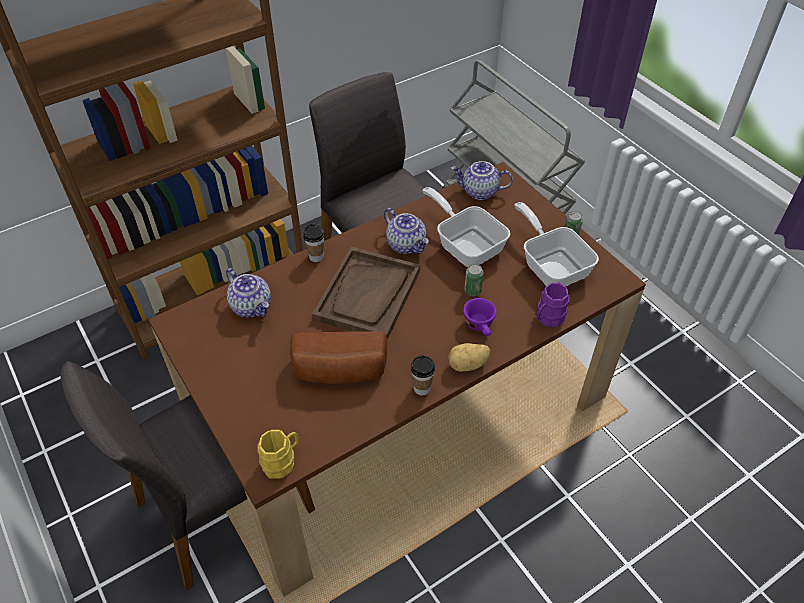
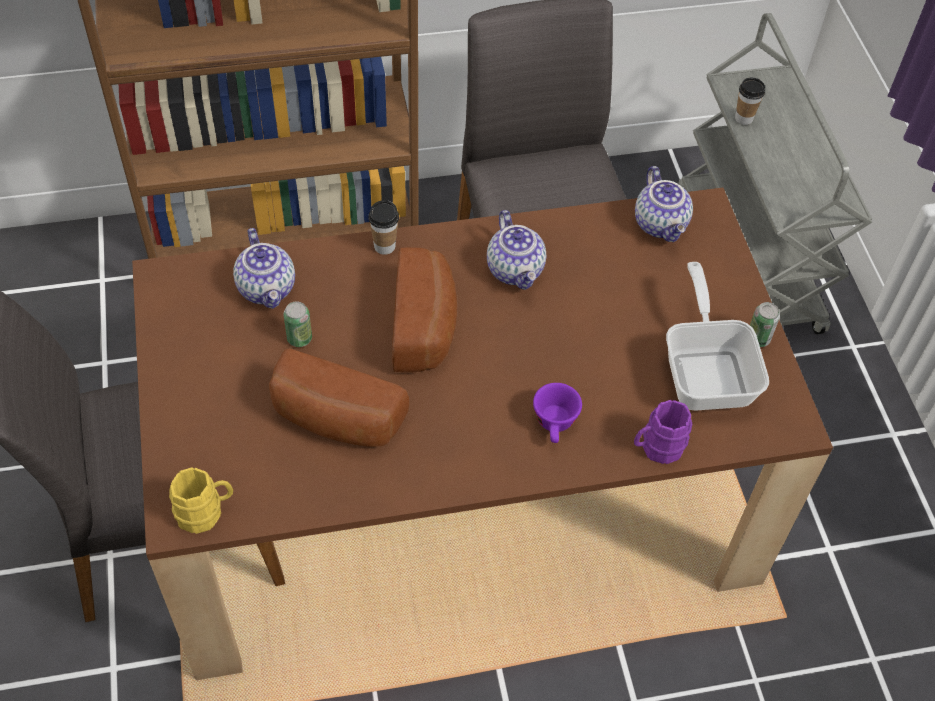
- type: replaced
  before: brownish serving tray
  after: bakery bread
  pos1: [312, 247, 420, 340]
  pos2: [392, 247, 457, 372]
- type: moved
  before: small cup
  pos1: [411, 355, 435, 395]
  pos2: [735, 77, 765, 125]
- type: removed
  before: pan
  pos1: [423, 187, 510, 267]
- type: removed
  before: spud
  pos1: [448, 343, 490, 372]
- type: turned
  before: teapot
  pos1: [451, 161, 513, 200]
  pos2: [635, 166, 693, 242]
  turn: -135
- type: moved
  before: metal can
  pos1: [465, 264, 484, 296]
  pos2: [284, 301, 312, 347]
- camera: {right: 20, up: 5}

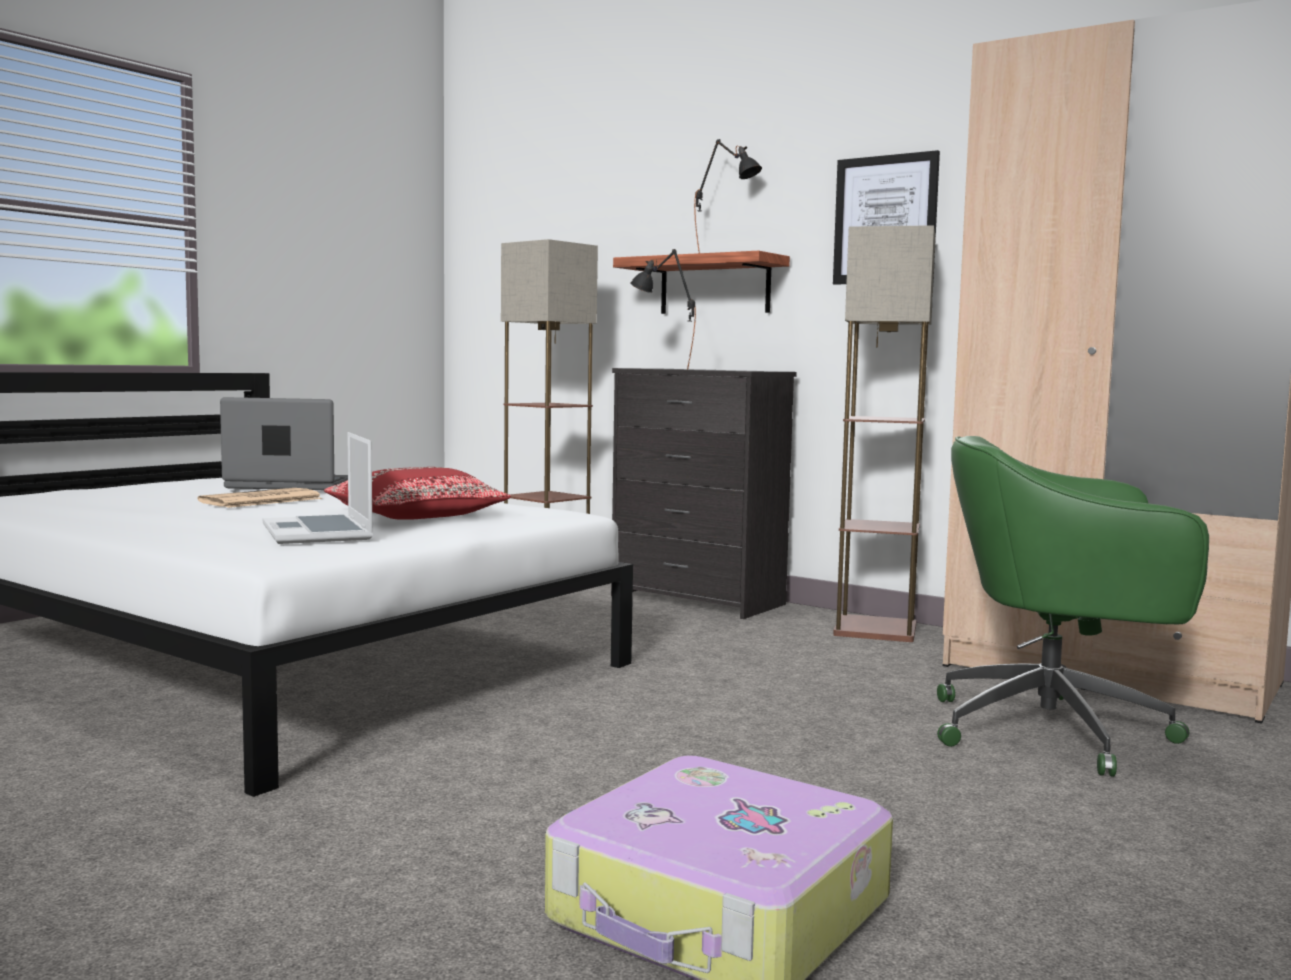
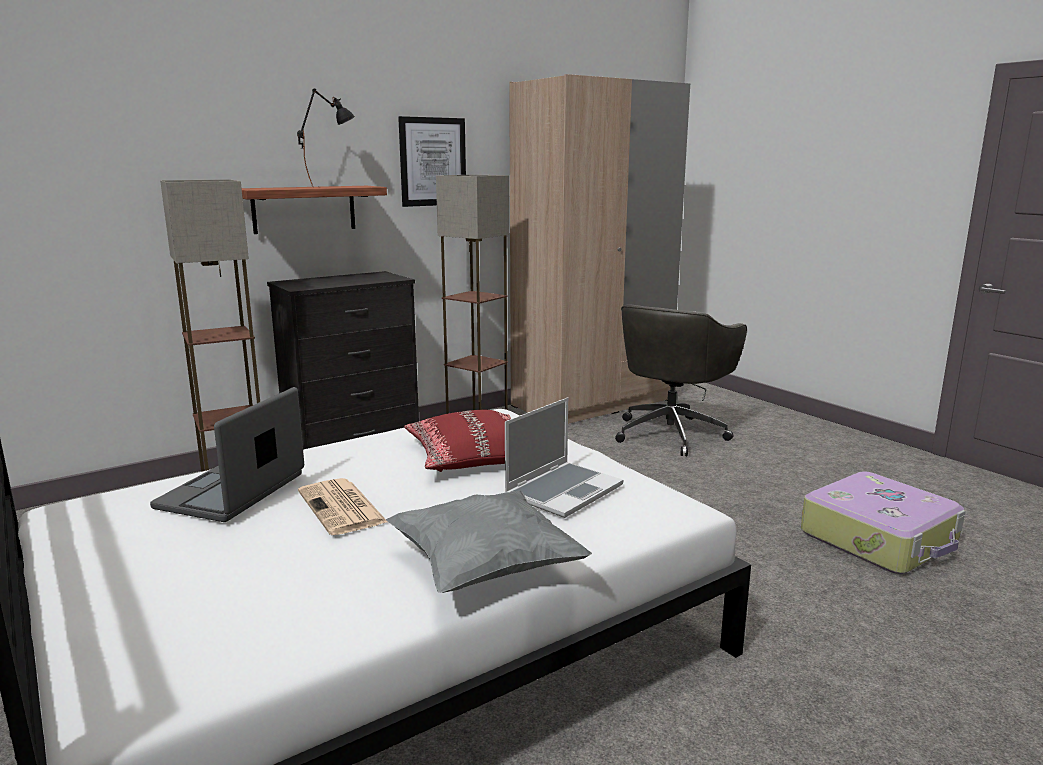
- type: turned
  before: portable computer
  pos1: [263, 432, 373, 544]
  pos2: [505, 397, 623, 518]
  turn: -45
- type: removed
  before: black lamp for a table
  pos1: [630, 249, 696, 369]
- type: recoloured
  before: greenish desk chair
  after: grey desk chair
  pos1: [937, 436, 1209, 777]
  pos2: [615, 304, 747, 456]
- type: added
  after: grey cushion
  pos2: [386, 491, 592, 593]
- camera: {right: -70, up: 10}

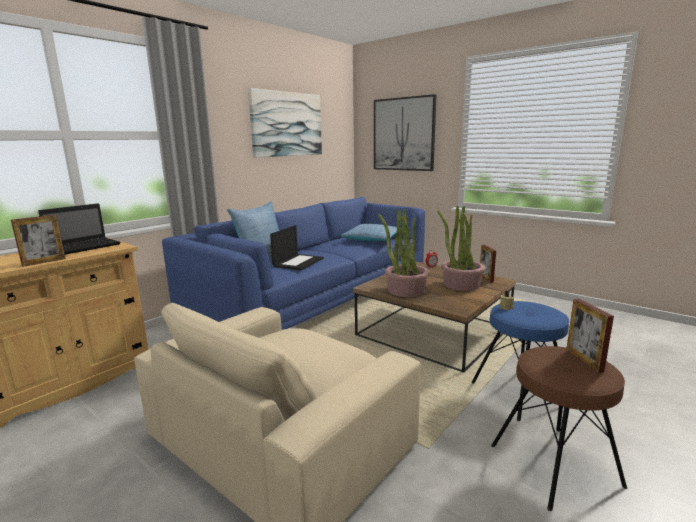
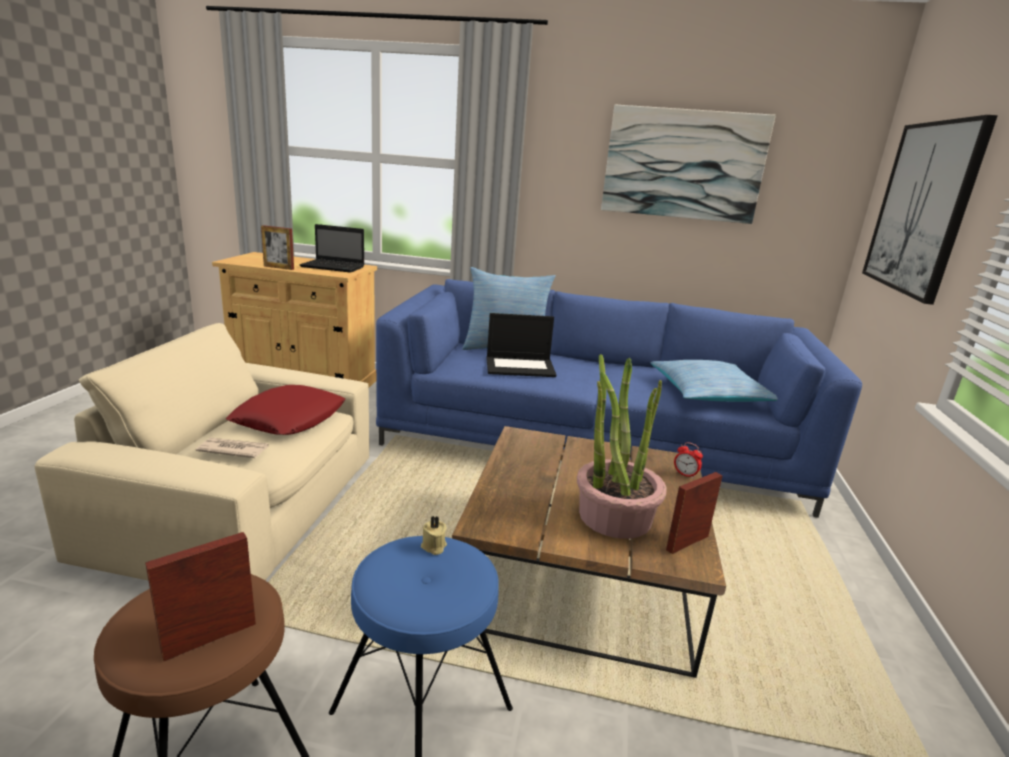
- type: removed
  before: potted plant
  pos1: [378, 209, 430, 297]
- type: added
  after: daily paper
  pos2: [196, 438, 269, 458]
- type: added
  after: reddish cushion
  pos2: [226, 385, 345, 435]
- camera: {right: 60, up: 5}

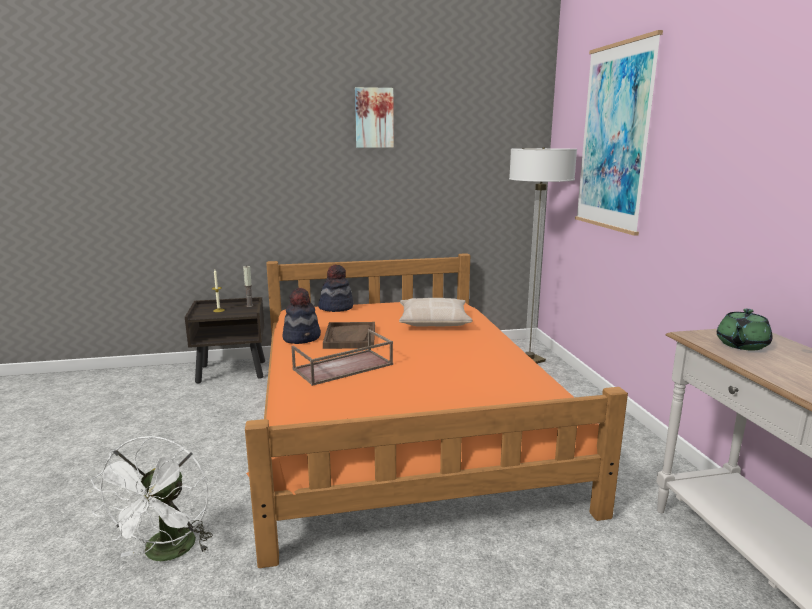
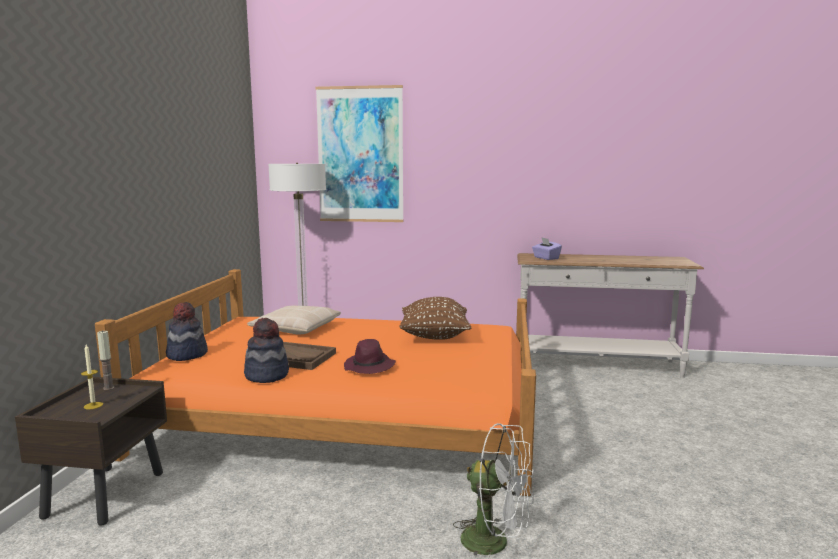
- type: replaced
  before: brownish serving tray
  after: purple wearable hat
  pos1: [291, 329, 393, 386]
  pos2: [344, 339, 396, 374]
- type: removed
  before: picture
  pos1: [355, 87, 394, 148]
- type: replaced
  before: greenish teapot
  after: purple tissue box
  pos1: [717, 309, 772, 351]
  pos2: [532, 237, 562, 260]
- type: added
  after: brownish cushion
  pos2: [399, 297, 471, 340]
- camera: {right: -70, up: -5}

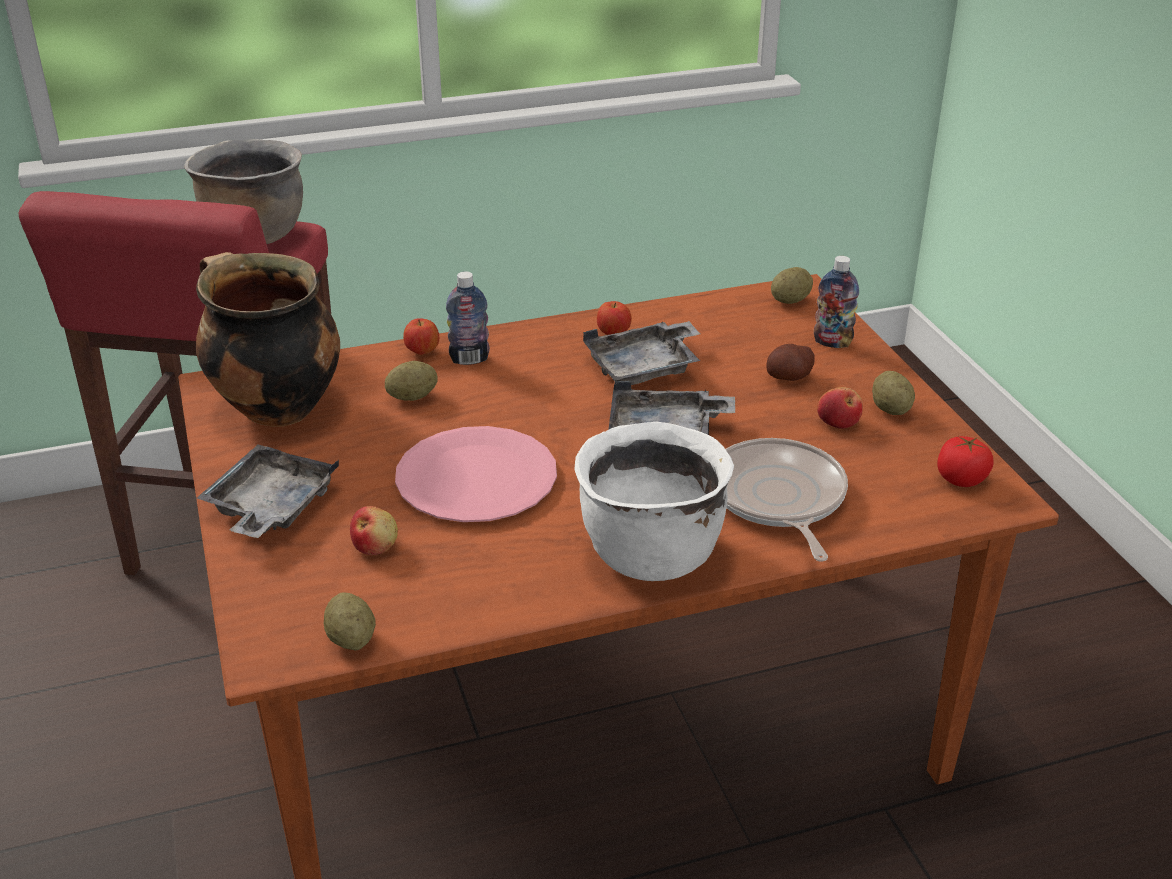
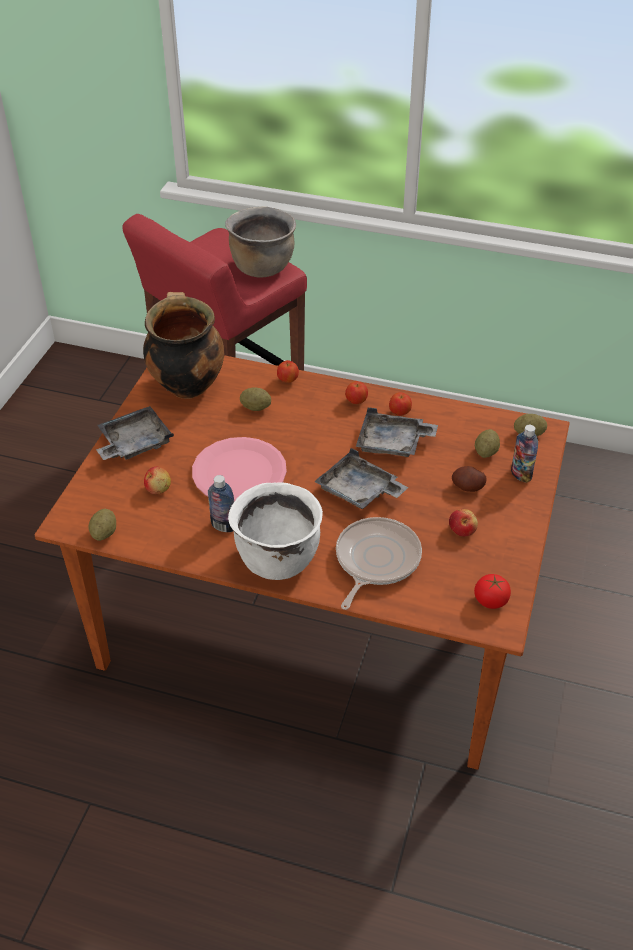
- type: moved
  before: drink bottle
  pos1: [446, 271, 490, 365]
  pos2: [208, 475, 234, 532]
- type: moved
  before: spud
  pos1: [872, 371, 915, 415]
  pos2: [475, 429, 500, 458]
- type: added
  after: whole apple
  pos2: [345, 381, 368, 404]
- camera: {right: 35, up: 10}

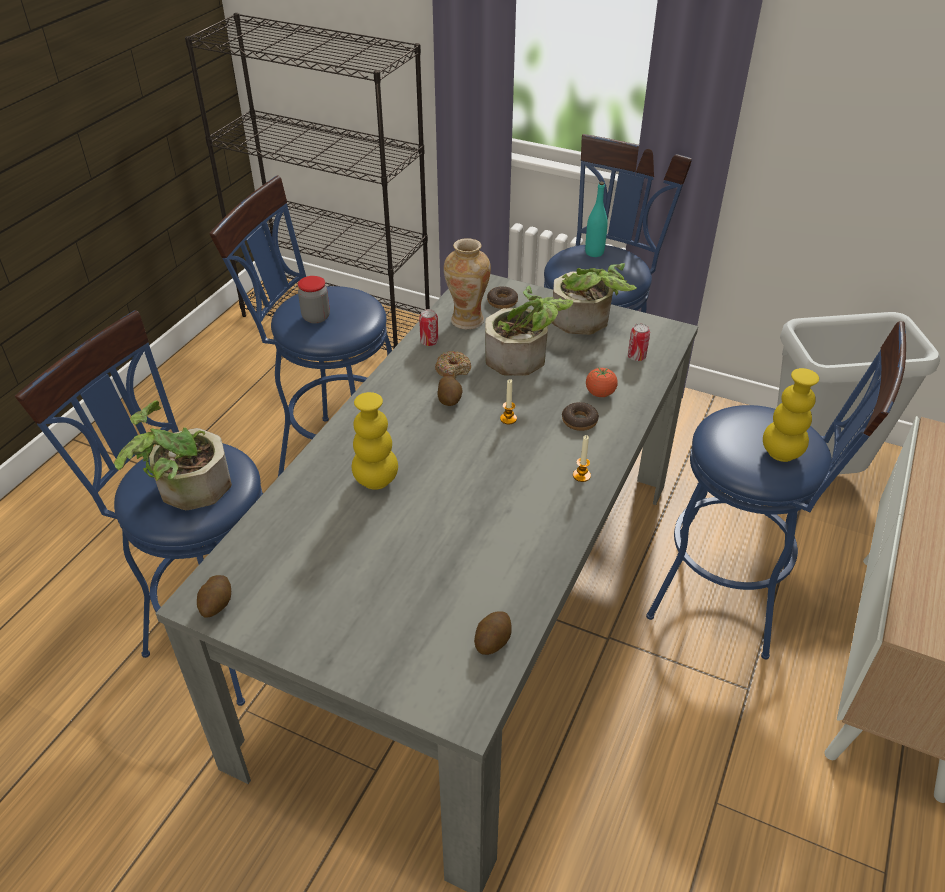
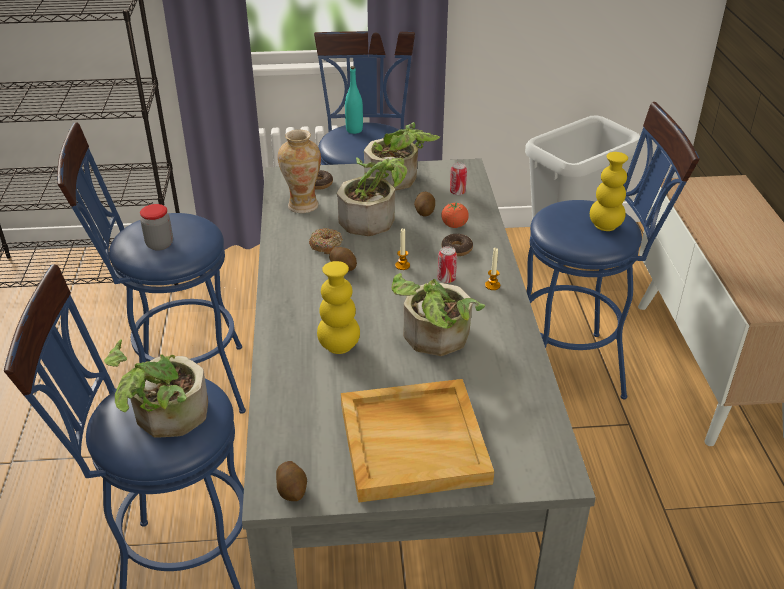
- type: moved
  before: metal can
  pos1: [419, 309, 439, 346]
  pos2: [438, 246, 457, 283]
- type: moved
  before: spud
  pos1: [474, 611, 512, 655]
  pos2: [414, 192, 435, 216]
- type: added
  after: beige-coloured serving tray
  pos2: [341, 379, 494, 503]
- type: added
  after: potted plant
  pos2: [392, 273, 486, 356]
- camera: {right: -30, up: -5}

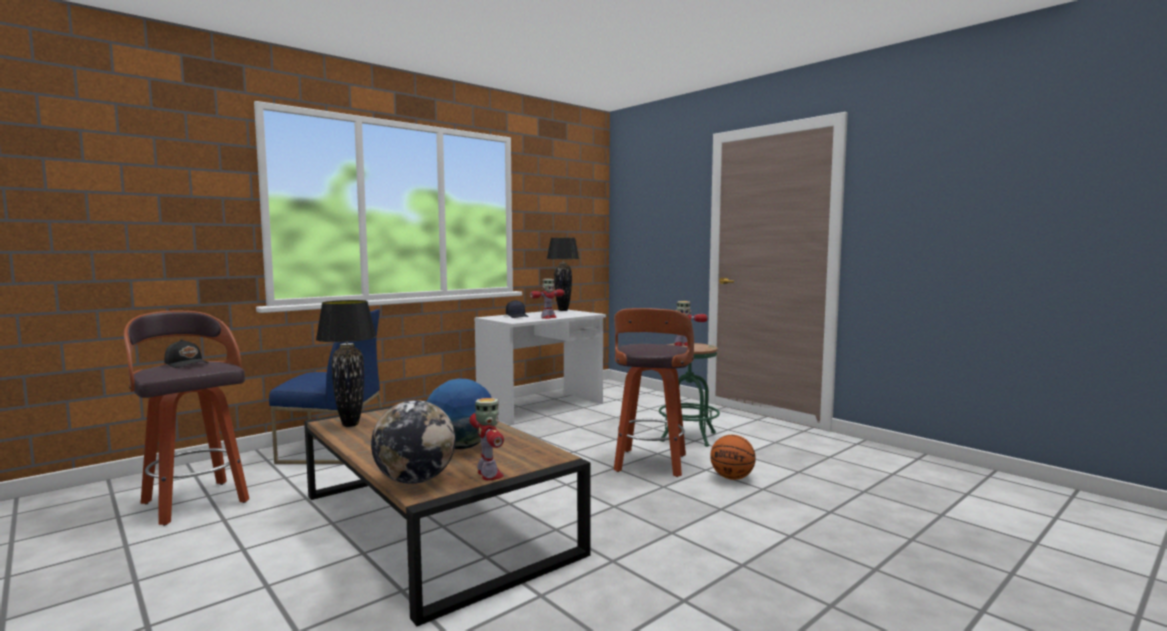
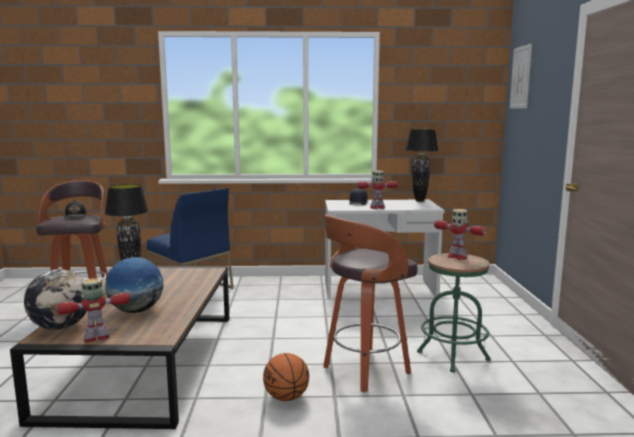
- type: turned
  before: robot figure
  pos1: [469, 398, 504, 481]
  pos2: [57, 278, 130, 342]
  turn: -135
- type: moved
  before: basketball ball
  pos1: [710, 435, 756, 480]
  pos2: [263, 353, 309, 401]
- type: added
  after: picture
  pos2: [509, 44, 532, 109]
- camera: {right: 40, up: 5}

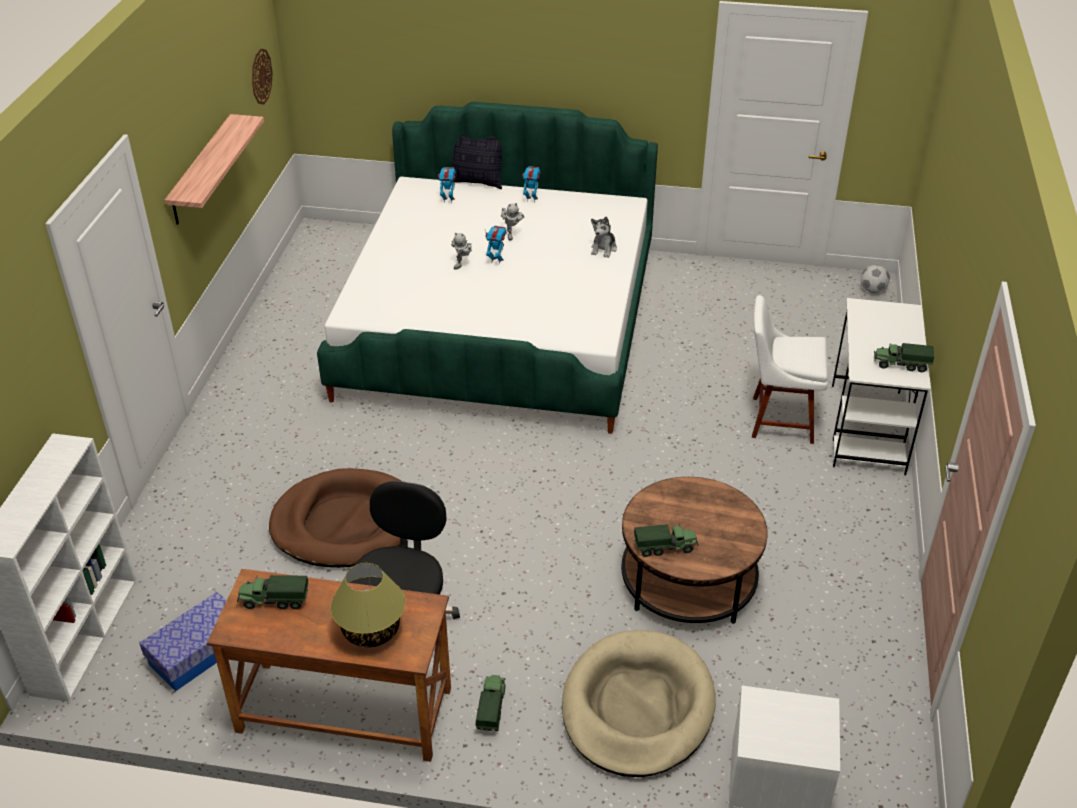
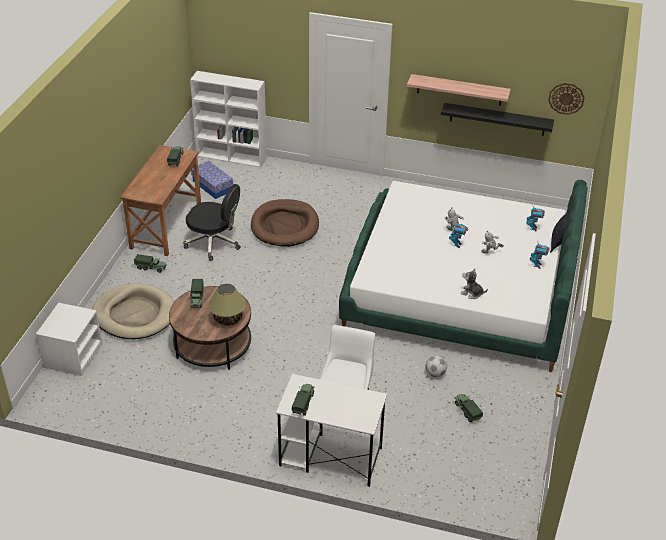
- type: moved
  before: lamp for a table
  pos1: [330, 563, 405, 648]
  pos2: [209, 284, 245, 326]
- type: moved
  before: football ball
  pos1: [861, 265, 890, 293]
  pos2: [426, 356, 447, 377]
- type: added
  after: black wall shelf
  pos2: [441, 103, 554, 136]
- type: added
  after: toy lorry
  pos2: [454, 394, 483, 422]
- camera: {right: 95, up: 0}

